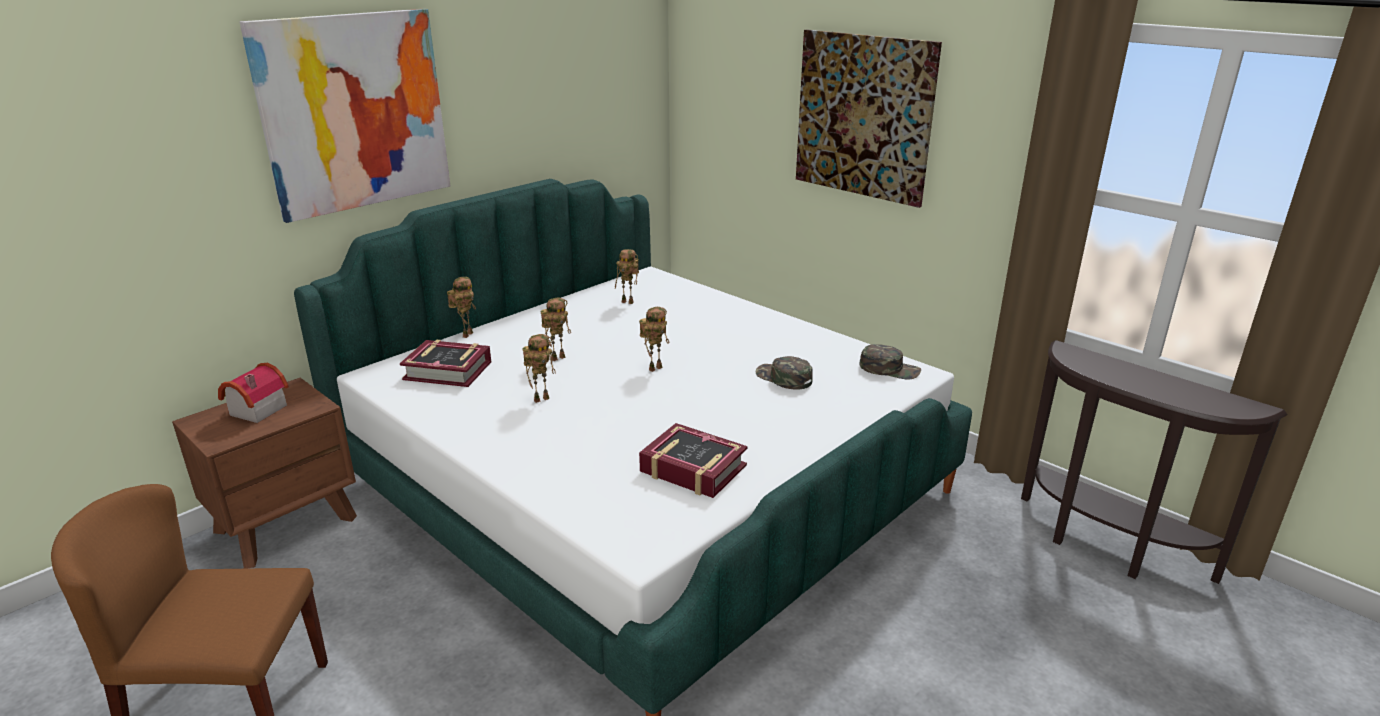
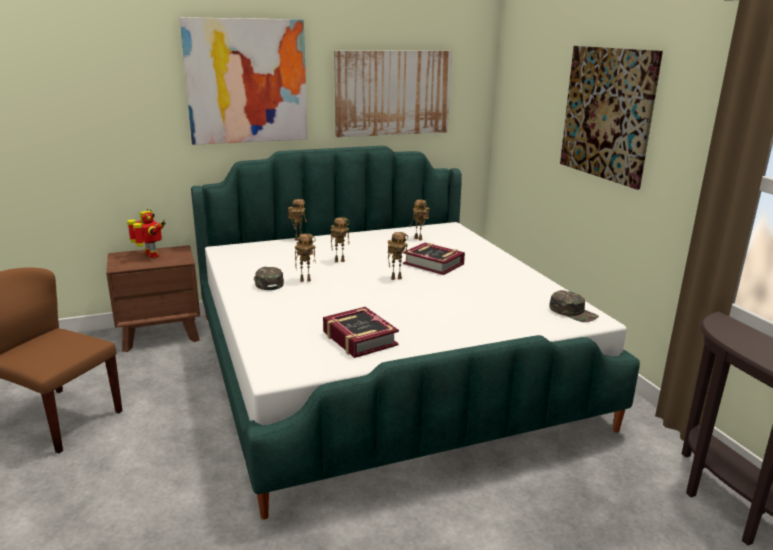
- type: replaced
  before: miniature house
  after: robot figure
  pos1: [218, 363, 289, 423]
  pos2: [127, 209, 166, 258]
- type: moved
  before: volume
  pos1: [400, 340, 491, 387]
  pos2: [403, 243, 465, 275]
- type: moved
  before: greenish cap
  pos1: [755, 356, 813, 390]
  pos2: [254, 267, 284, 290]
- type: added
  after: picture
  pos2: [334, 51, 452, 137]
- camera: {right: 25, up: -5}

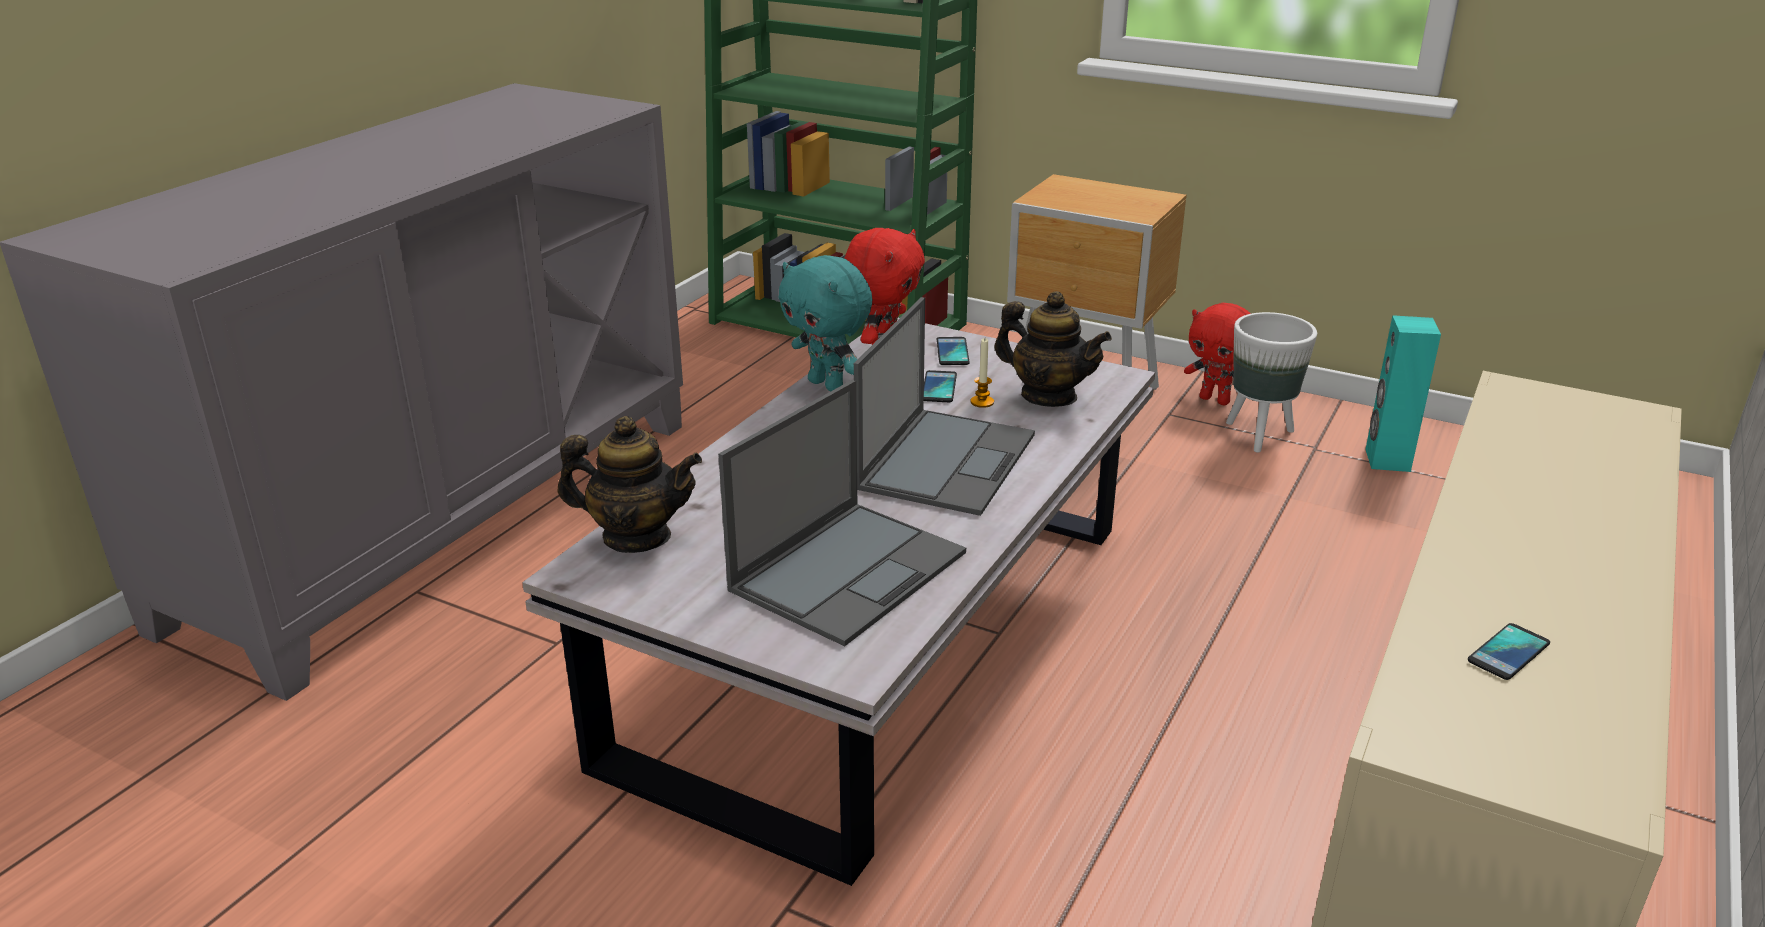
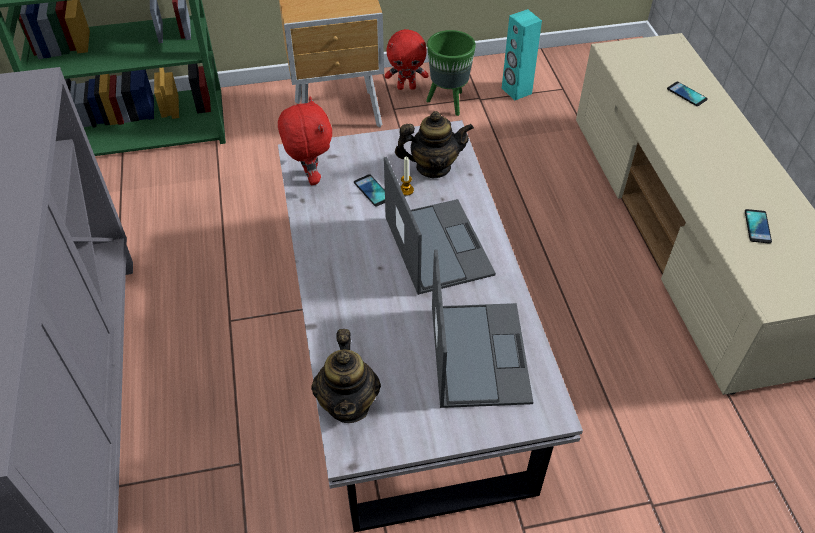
- type: turned
  before: teapot
  pos1: [558, 416, 702, 553]
  pos2: [311, 329, 381, 423]
  turn: 120
- type: removed
  before: turquoise plush toy
  pos1: [778, 255, 872, 392]
- type: moved
  before: handset
  pos1: [937, 337, 970, 365]
  pos2: [667, 82, 708, 106]
- type: recoloured
  before: white-coloured plant pot
  after: greenish plant pot
  pos1: [1226, 312, 1317, 453]
  pos2: [426, 30, 476, 116]
- camera: {right: -40, up: 20}

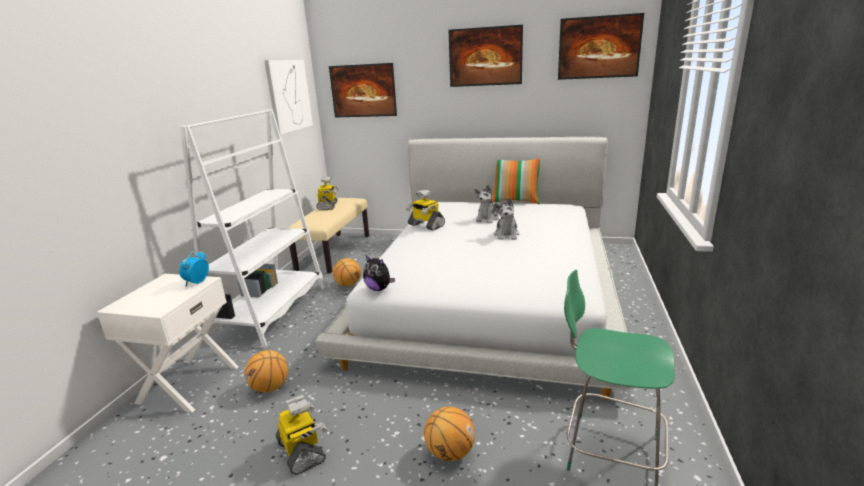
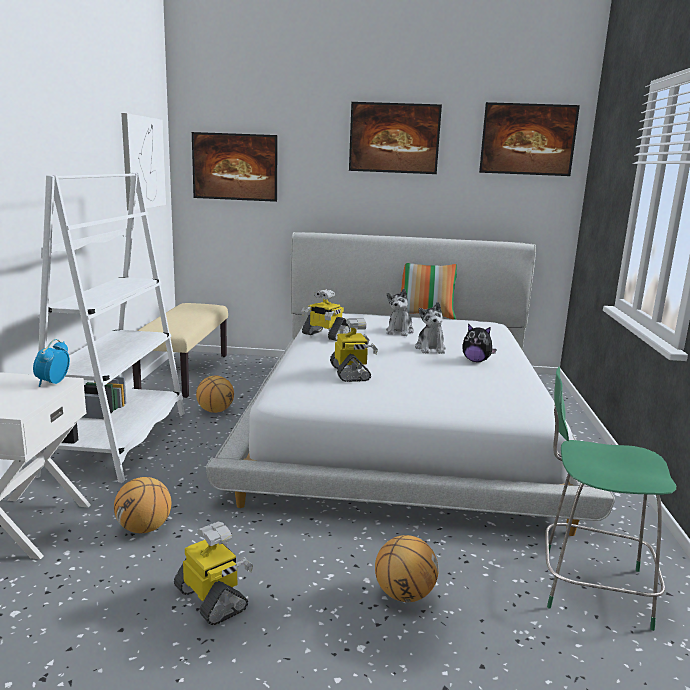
- type: moved
  before: robot figure
  pos1: [317, 177, 339, 211]
  pos2: [330, 318, 378, 382]
- type: moved
  before: plush toy
  pos1: [363, 256, 395, 291]
  pos2: [462, 324, 497, 362]
- camera: {right: -10, up: -5}

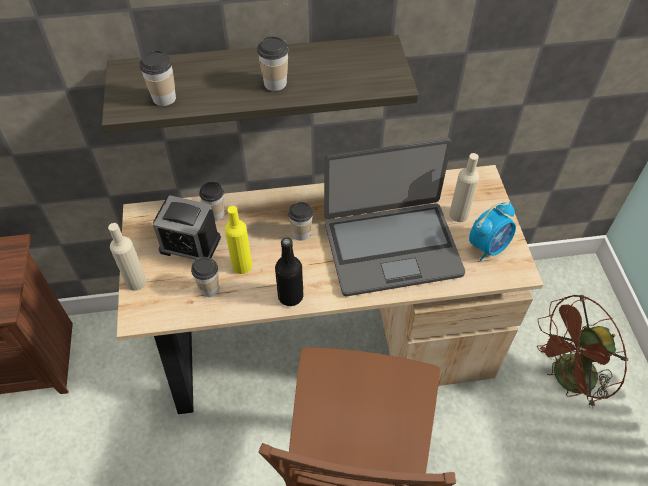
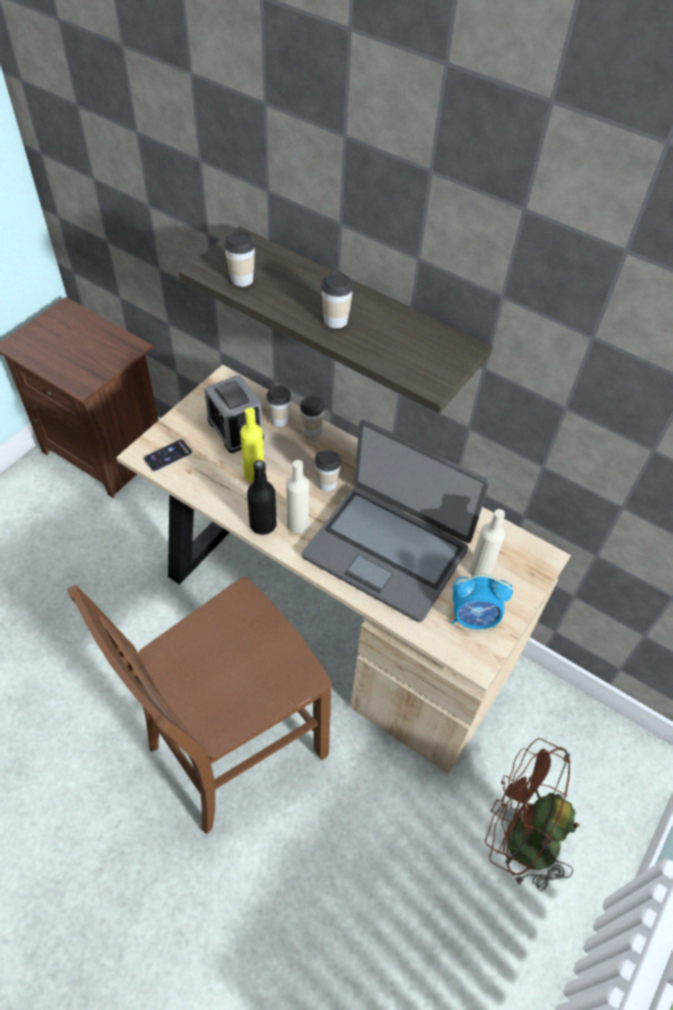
- type: moved
  before: beige-coloured drink bottle
  pos1: [108, 223, 147, 291]
  pos2: [286, 460, 309, 533]
- type: moved
  before: small cup
  pos1: [191, 257, 219, 297]
  pos2: [300, 396, 325, 437]
- type: added
  after: handset
  pos2: [144, 439, 192, 472]
- camera: {right: 40, up: 0}

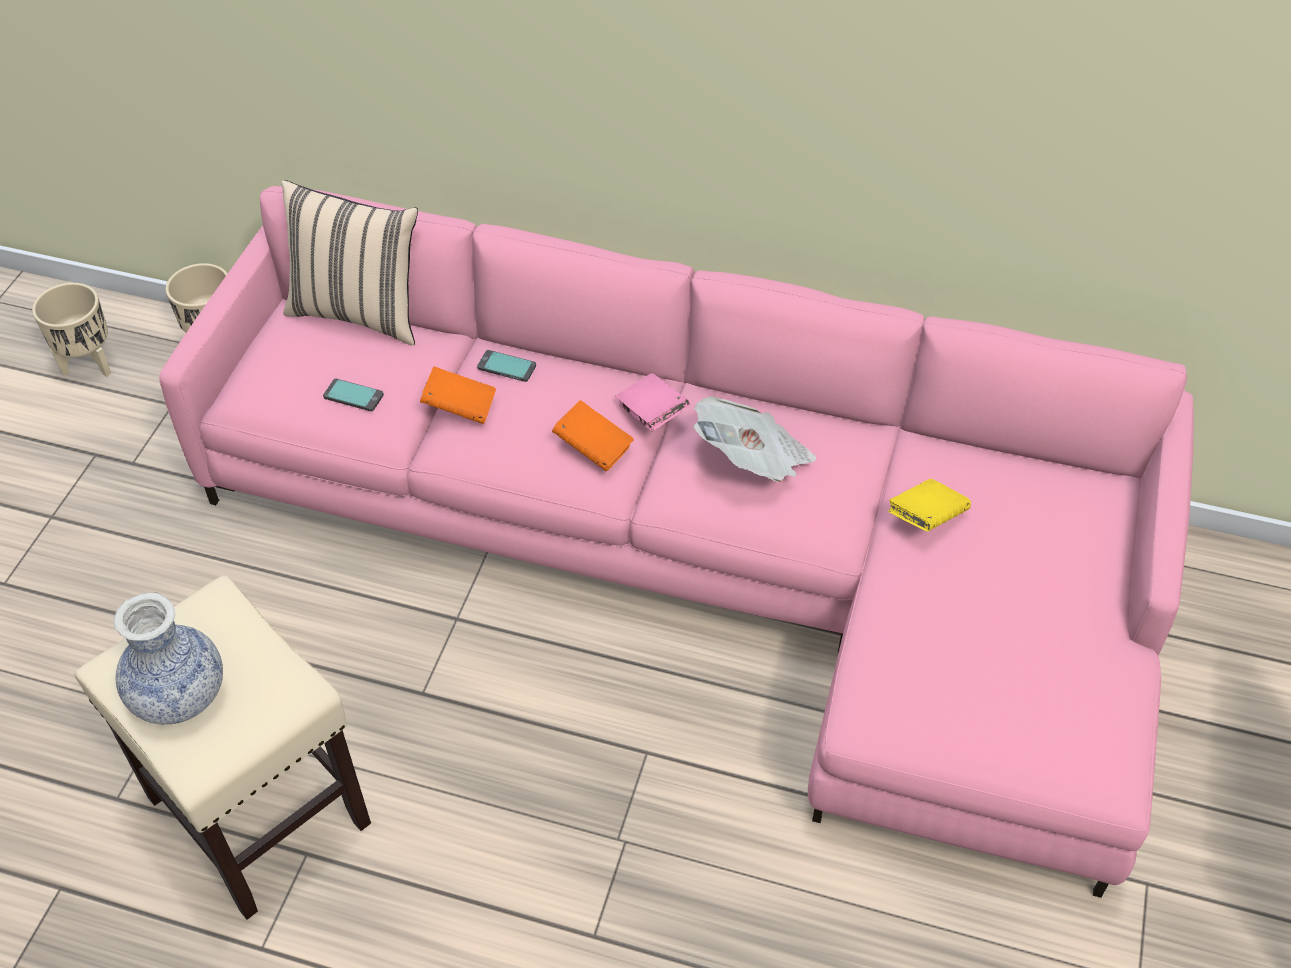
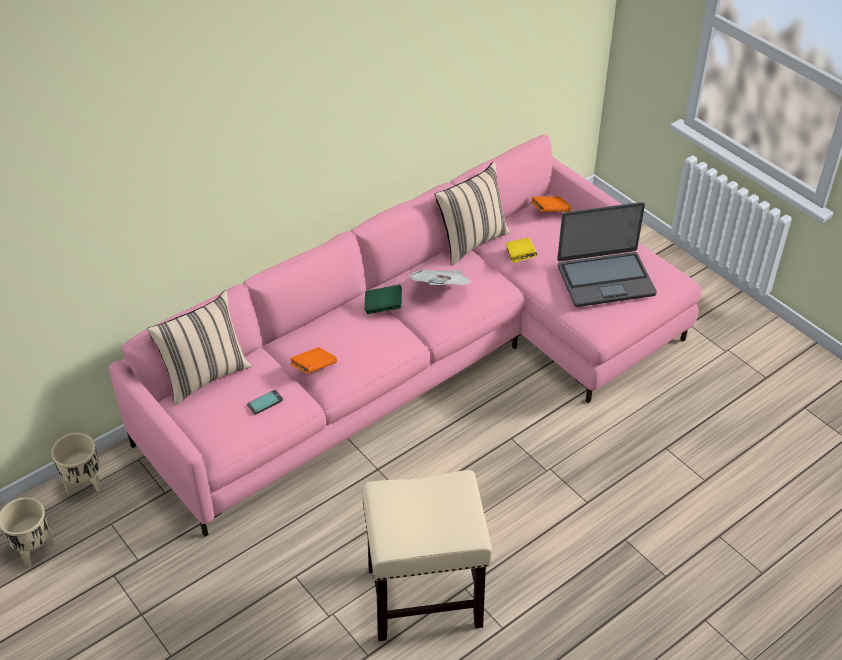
- type: removed
  before: vase
  pos1: [113, 592, 223, 724]
- type: removed
  before: handset
  pos1: [477, 350, 536, 382]
- type: moved
  before: orangey volume
  pos1: [552, 400, 634, 472]
  pos2: [531, 196, 571, 212]
- type: recoloured
  before: pinkish volume
  after: greenish volume
  pos1: [615, 373, 690, 431]
  pos2: [364, 285, 402, 314]
- type: added
  after: beige-coloured cushion
  pos2: [435, 162, 510, 265]
- type: added
  after: portable computer
  pos2: [557, 202, 657, 307]
- camera: {right: -55, up: -5}

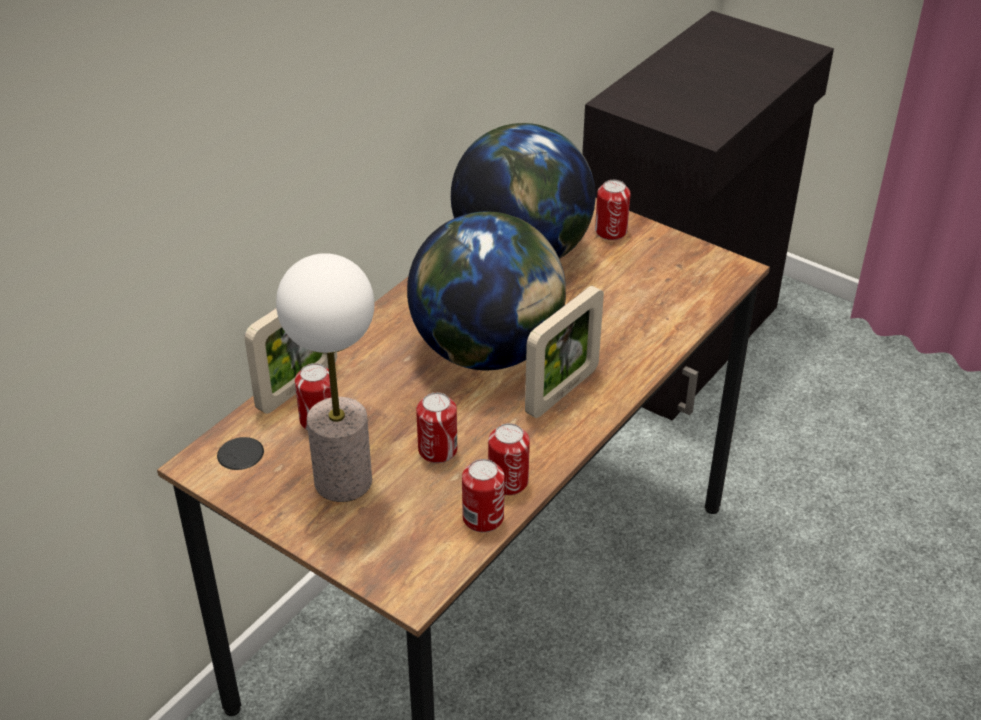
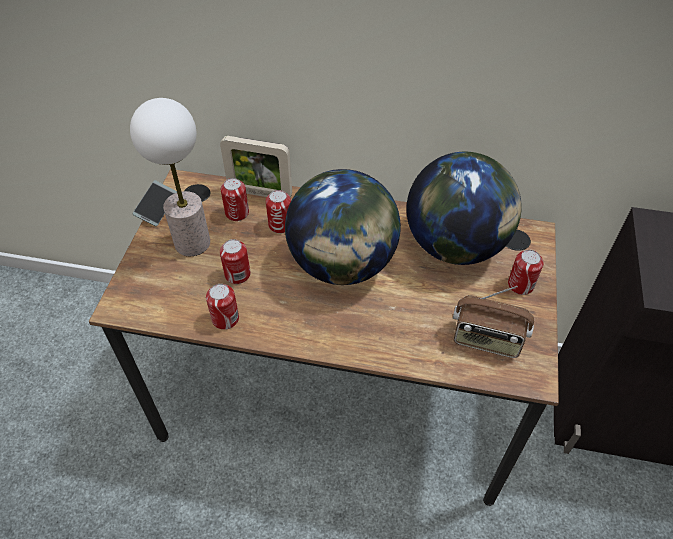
- type: moved
  before: metal can
  pos1: [462, 459, 505, 532]
  pos2: [266, 190, 291, 234]
- type: removed
  before: picture frame
  pos1: [525, 286, 604, 418]
- type: added
  after: handset
  pos2: [133, 180, 177, 227]
- type: added
  after: radio set
  pos2: [453, 286, 534, 358]
- camera: {right: 65, up: 10}

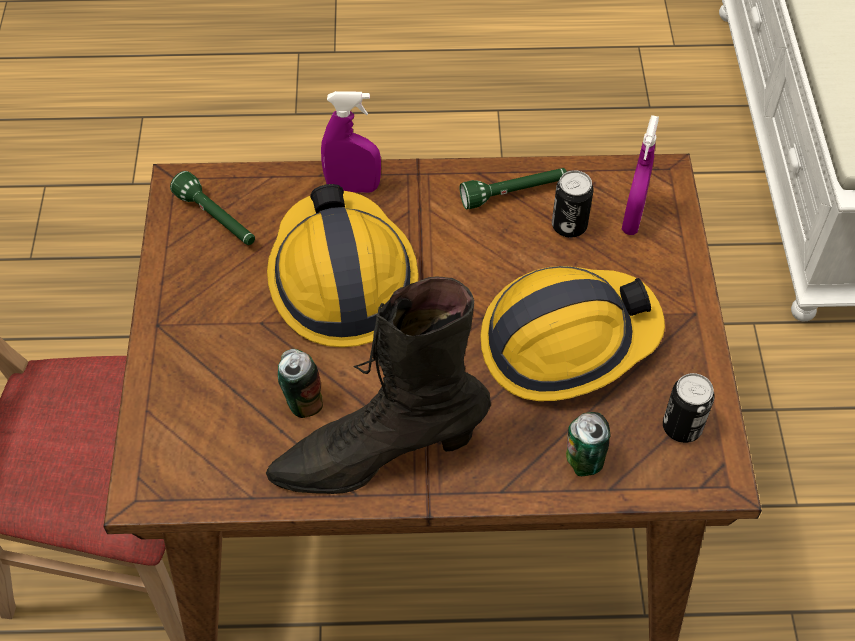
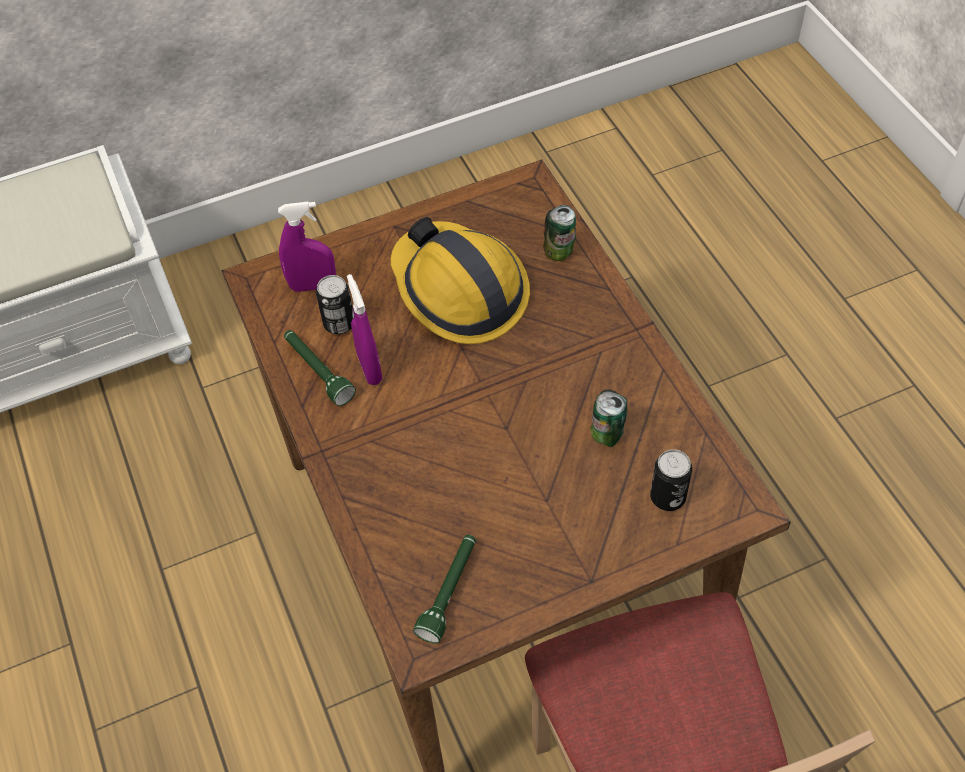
- type: removed
  before: black boot
  pos1: [266, 277, 491, 494]
- type: removed
  before: work helmet
  pos1: [267, 184, 419, 347]
- type: moved
  before: purple hand sprayer
  pos1: [321, 91, 381, 193]
  pos2: [347, 274, 382, 385]
- type: moved
  before: metal can
  pos1: [663, 373, 715, 443]
  pos2: [650, 449, 692, 511]
- camera: {right: -110, up: 0}

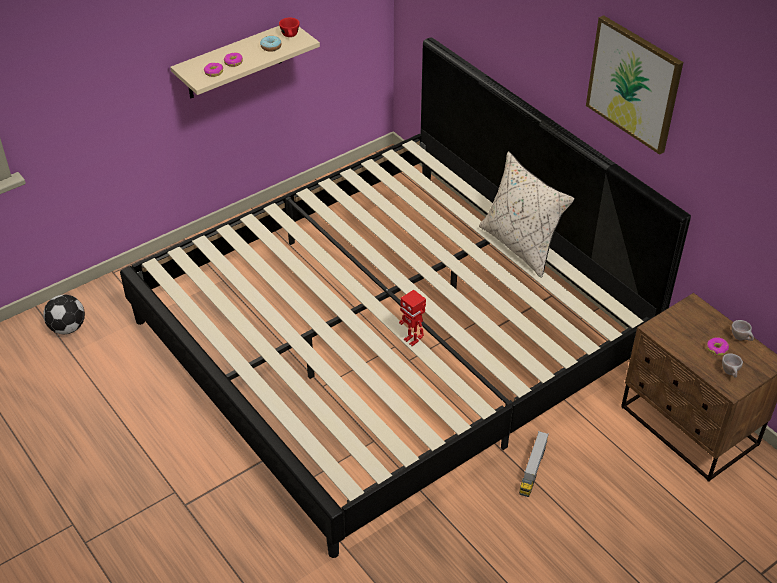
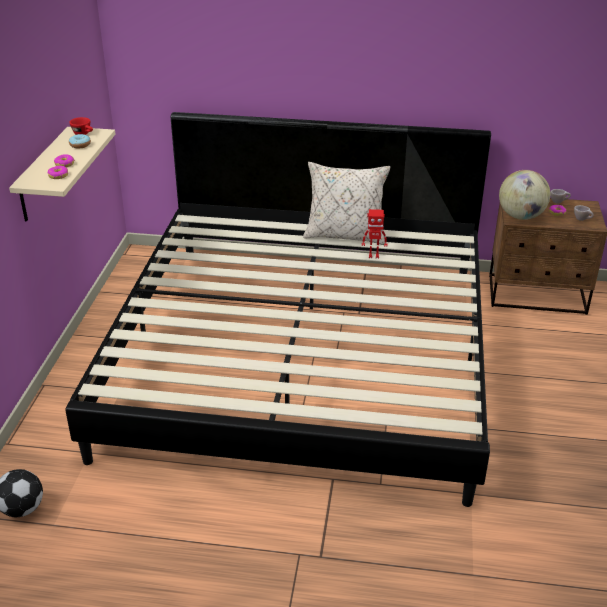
- type: moved
  before: robot figure
  pos1: [399, 290, 426, 346]
  pos2: [362, 209, 387, 259]
- type: removed
  before: toy lorry
  pos1: [519, 431, 549, 497]
- type: removed
  before: picture
  pos1: [586, 15, 683, 155]
- type: added
  after: desk globe
  pos2: [499, 170, 550, 220]
- camera: {right: -45, up: -10}

